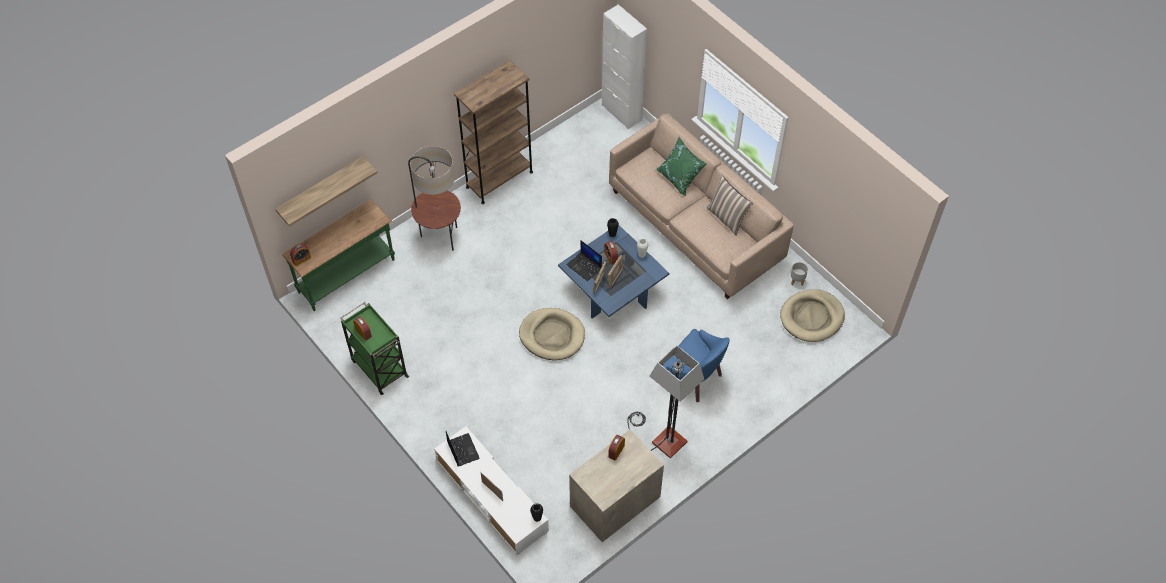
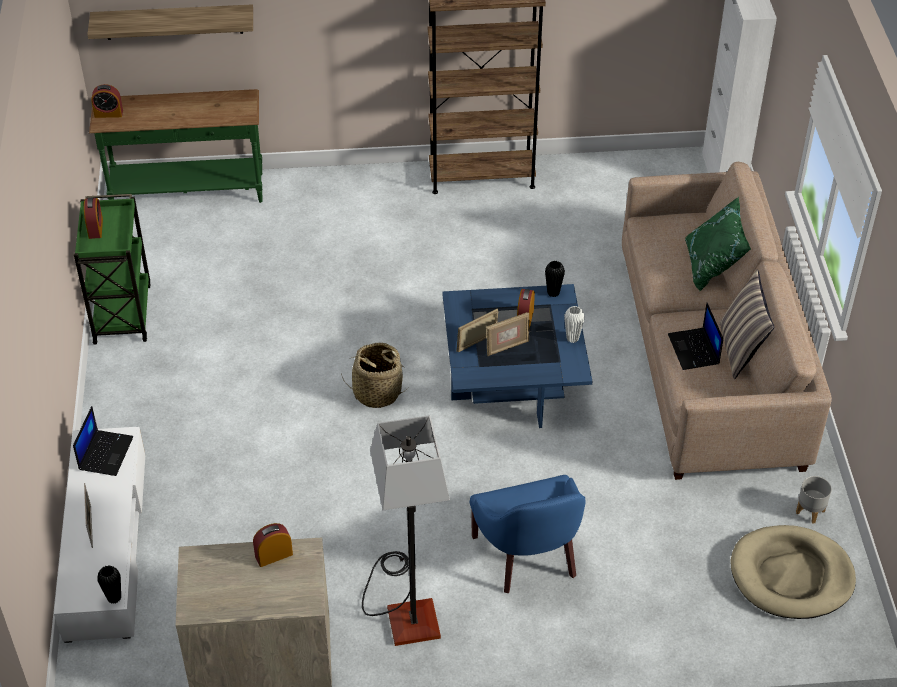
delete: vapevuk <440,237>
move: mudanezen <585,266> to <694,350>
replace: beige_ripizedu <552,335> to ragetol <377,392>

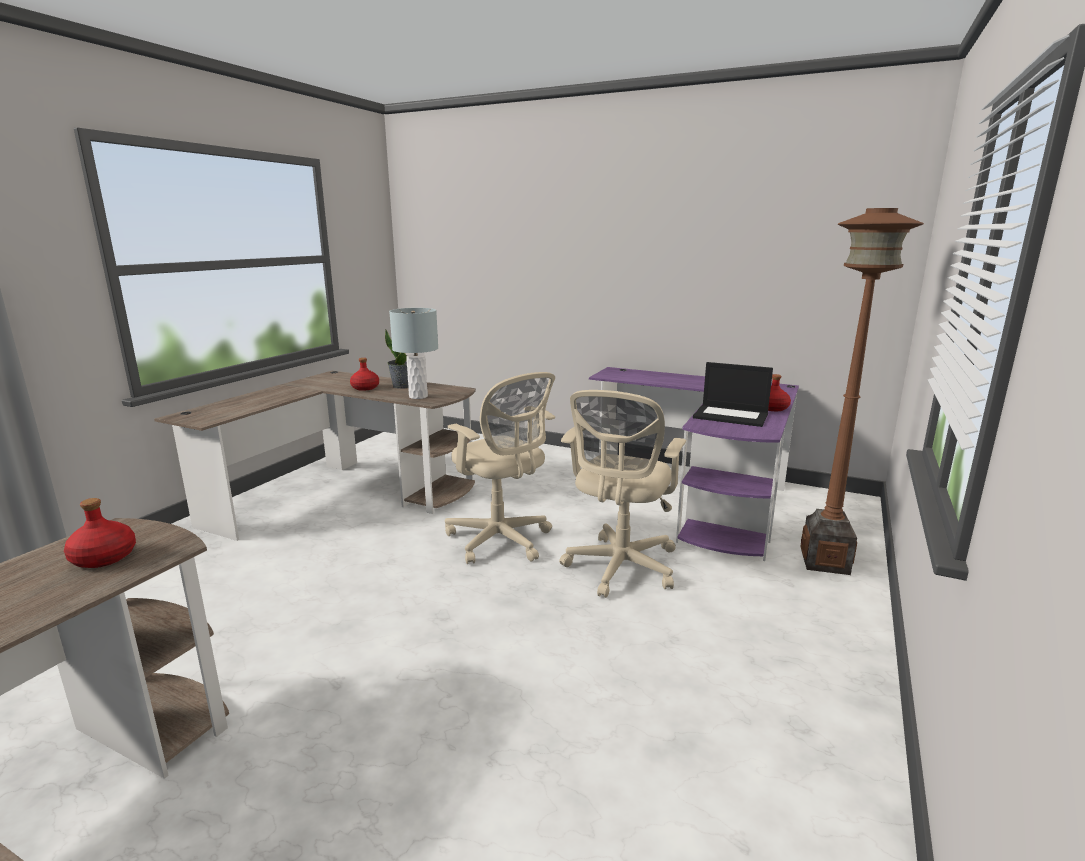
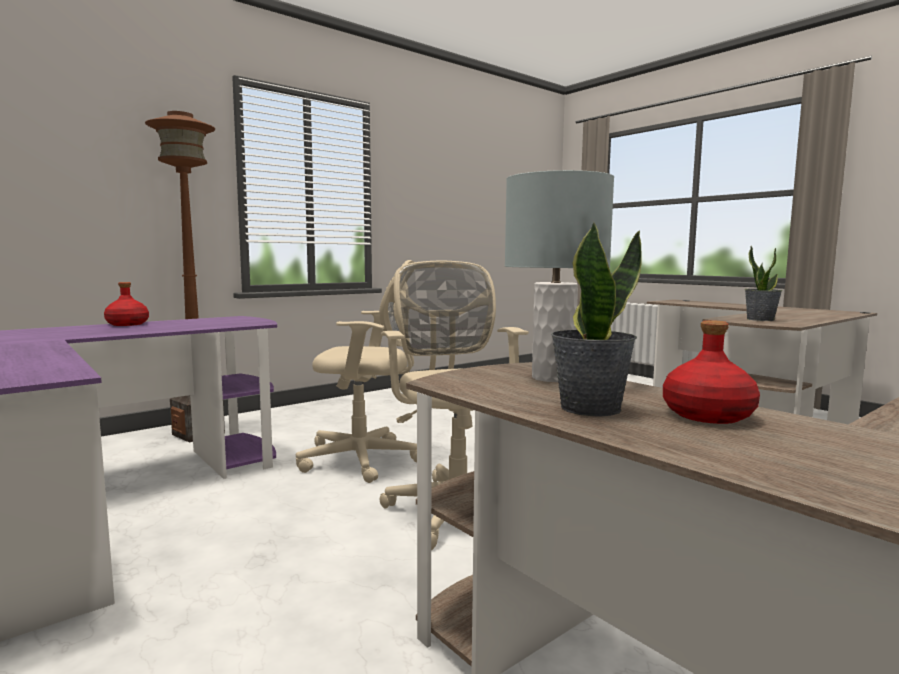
delete: mudanezen <731,416>
replace: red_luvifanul <103,558> to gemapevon <760,319>
rotate: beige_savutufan <619,569> = <365,460> 45 degrees clockwise

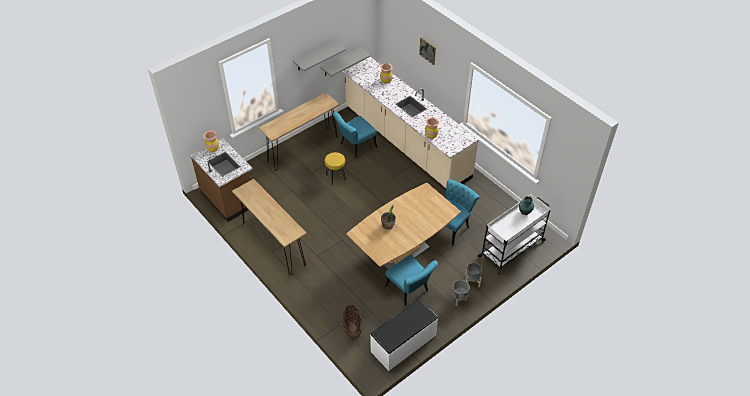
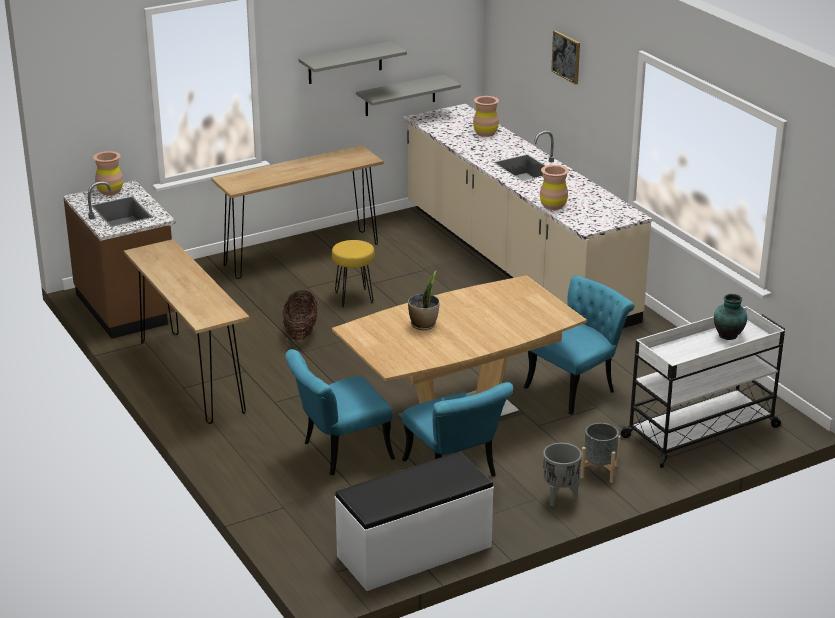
move: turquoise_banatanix <355,147> to <339,453>; ragetol <352,328> to <300,332>

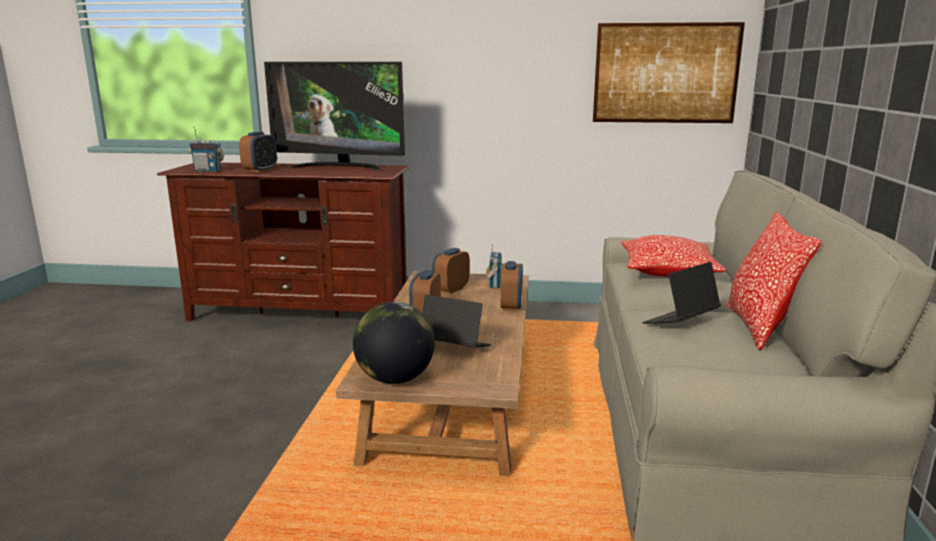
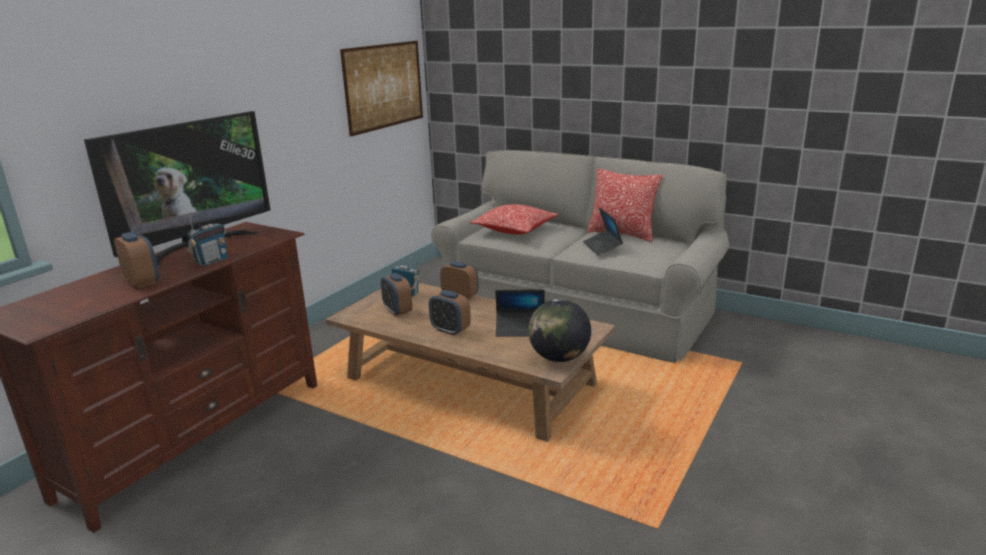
move: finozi <208,170> to <211,261>
rotate: mudanezen <455,347> = <520,329> 135 degrees counterclockwise

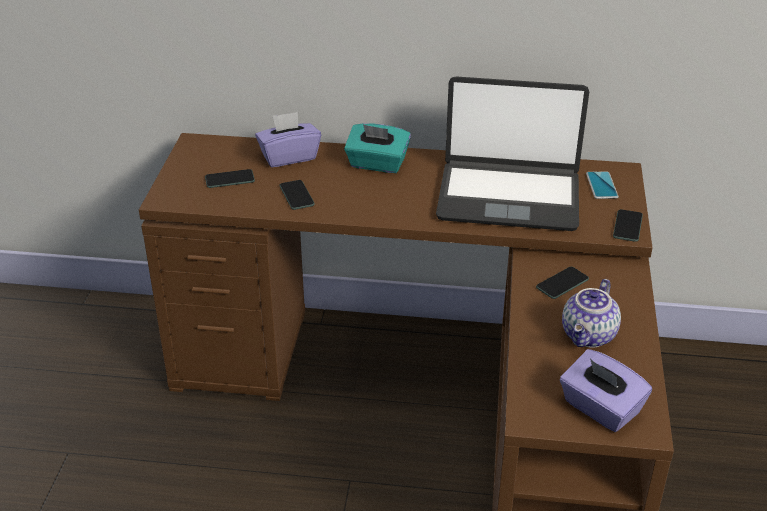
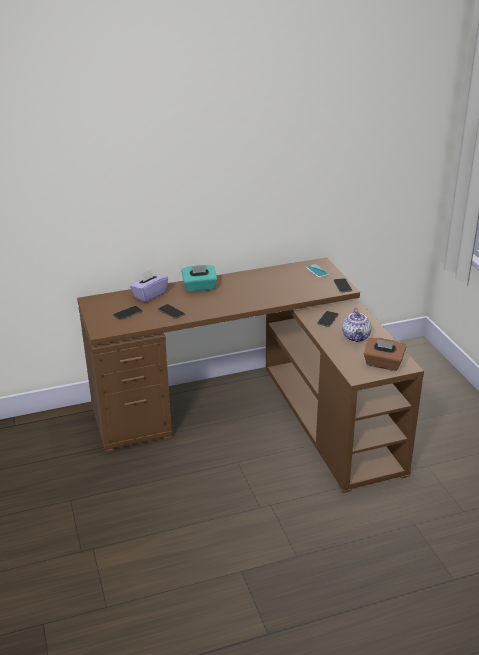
delete: mudanezen <508,197>
recolor: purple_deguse <600,409> to brown_deguse <383,364>

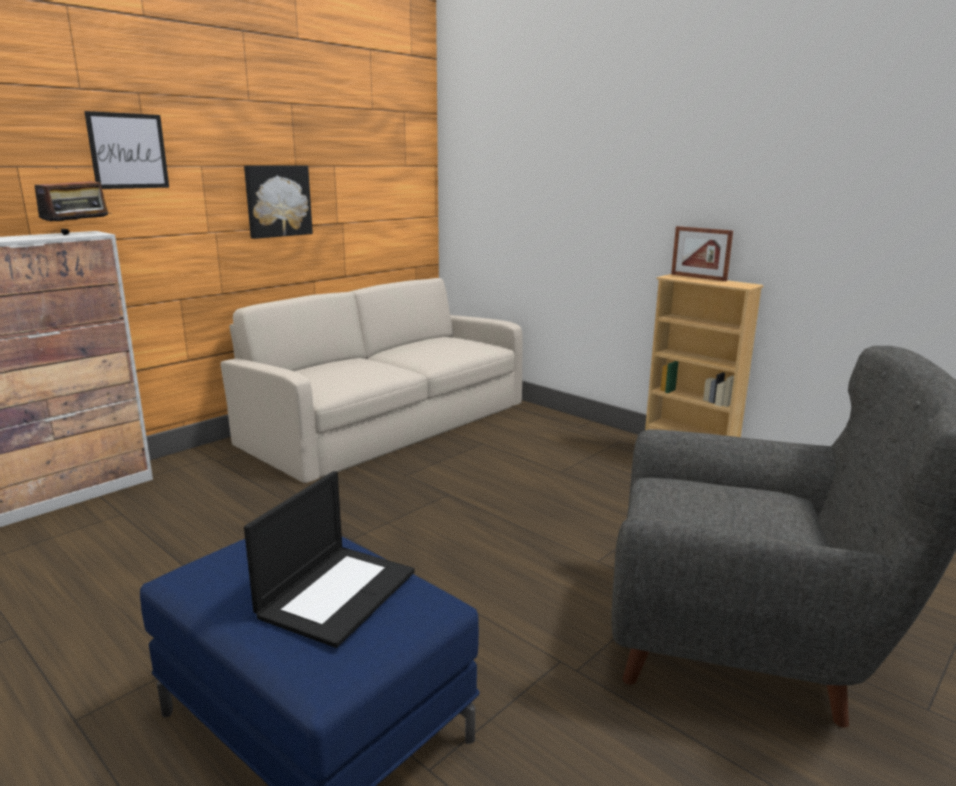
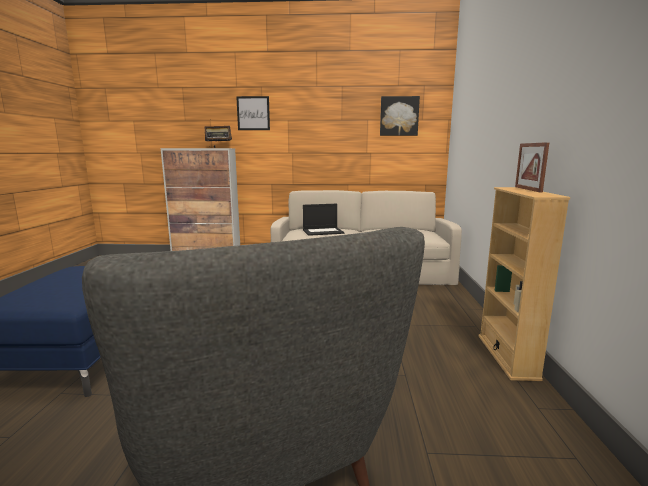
move: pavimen <277,201> to <399,116>; mudanezen <337,592> to <323,231>

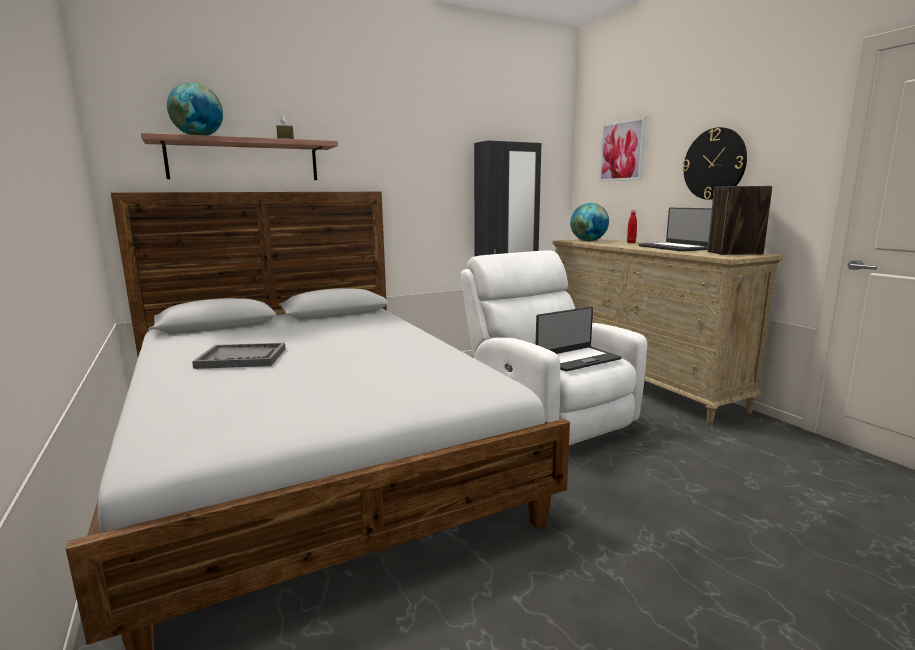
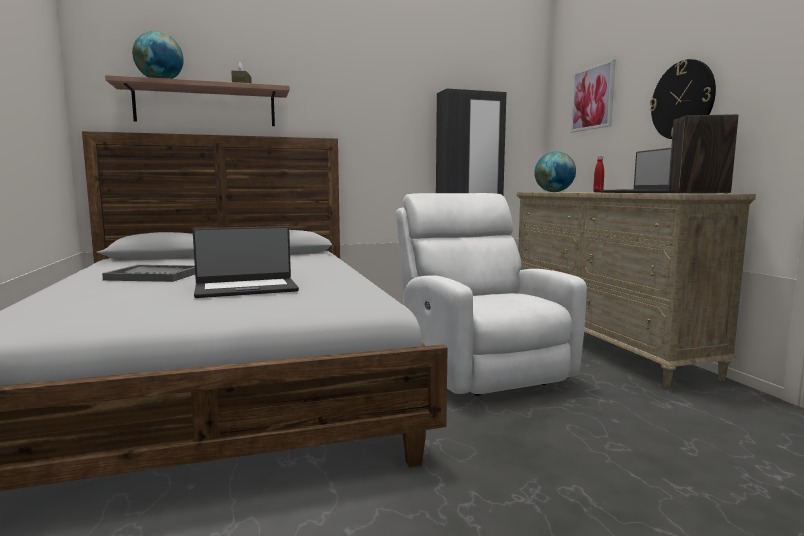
move: mudanezen <577,359> to <246,289>

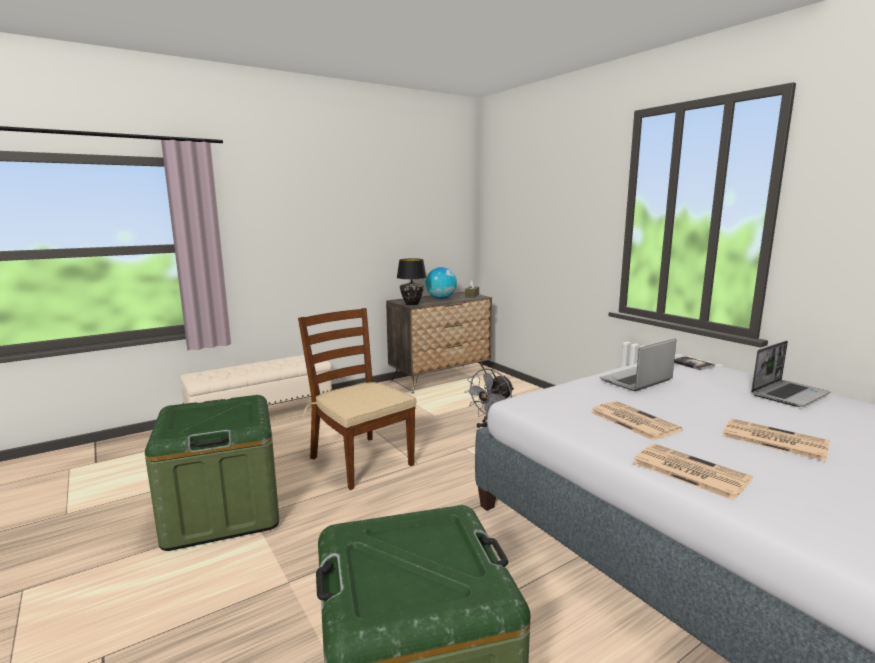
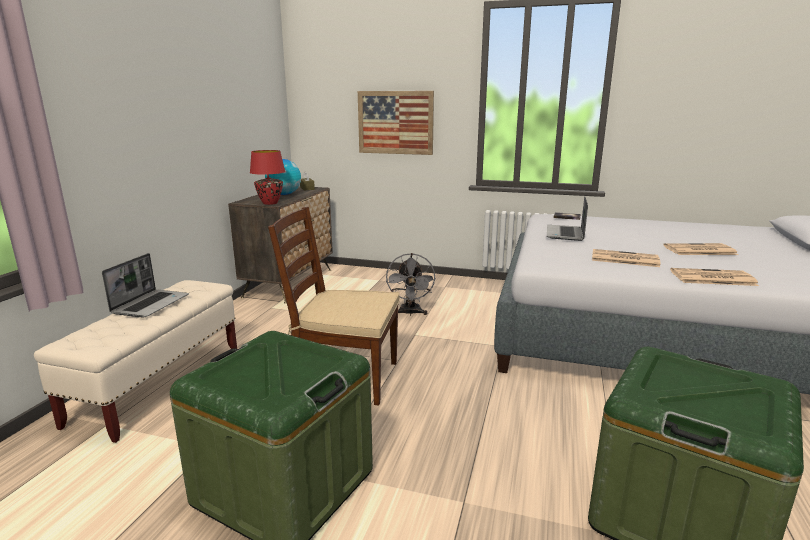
insert: pavimen <395,122>
move: mudanezen <789,394> to <151,304>
recolor: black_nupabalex <411,304> to red_nupabalex <270,203>

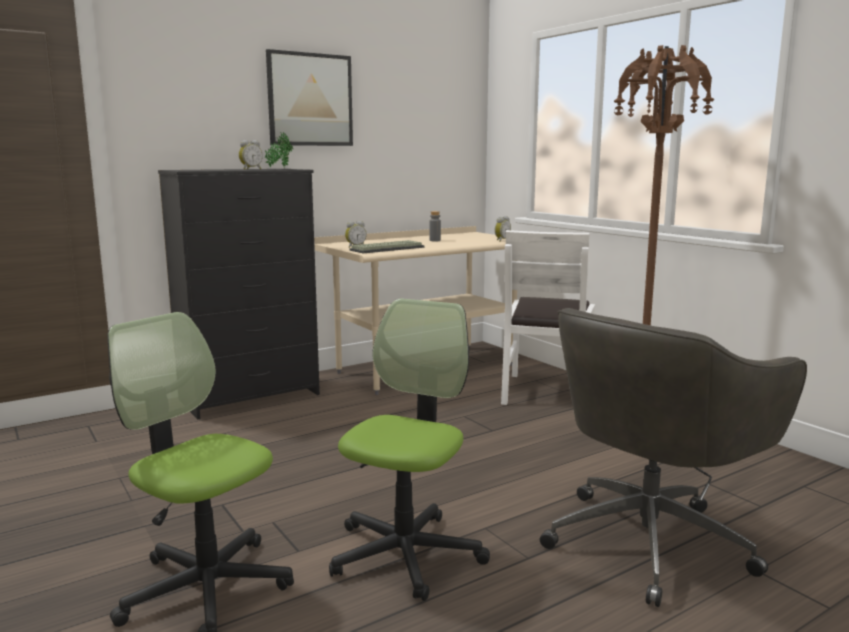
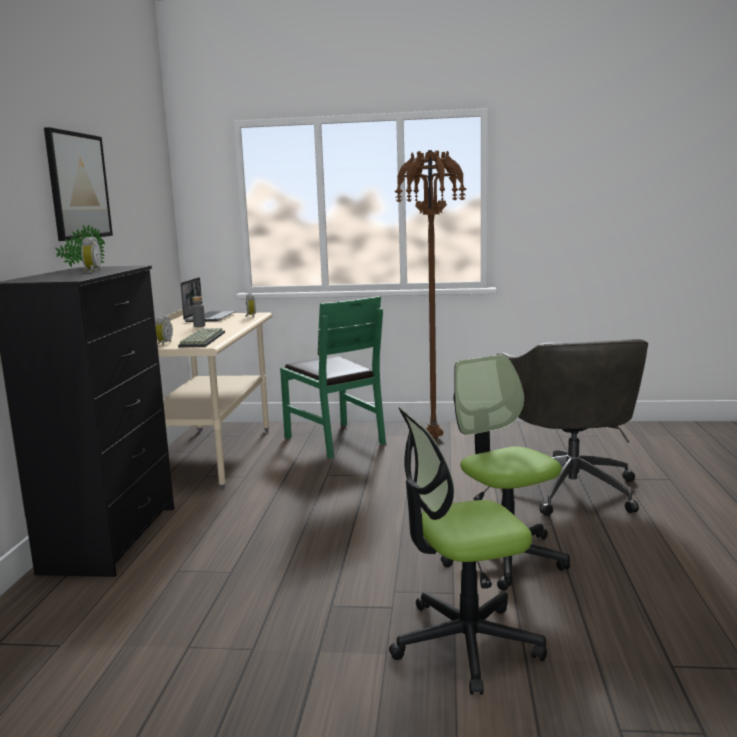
insert: mudanezen <210,317>
recolor: white_banatanix <545,392> to green_banatanix <335,440>

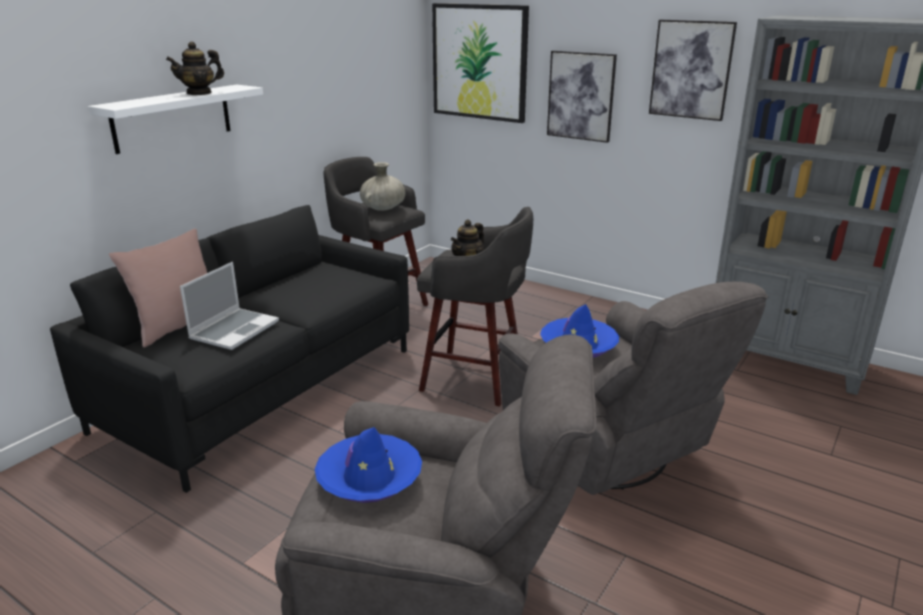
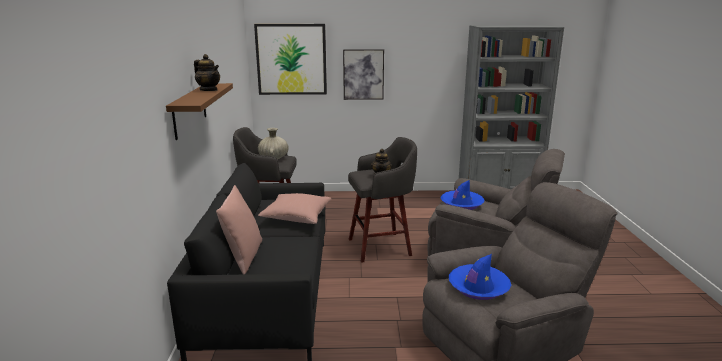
delete: mudanezen <234,330>; pavimen <691,69>
insert: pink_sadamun <296,217>
recolor: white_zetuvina <172,118> to brown_zetuvina <189,110>
rotate: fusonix <199,93> = <209,90> 75 degrees counterclockwise

